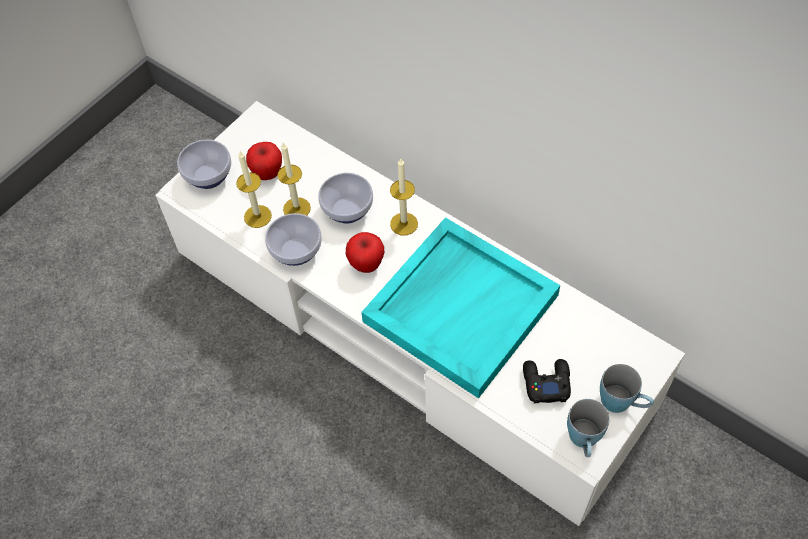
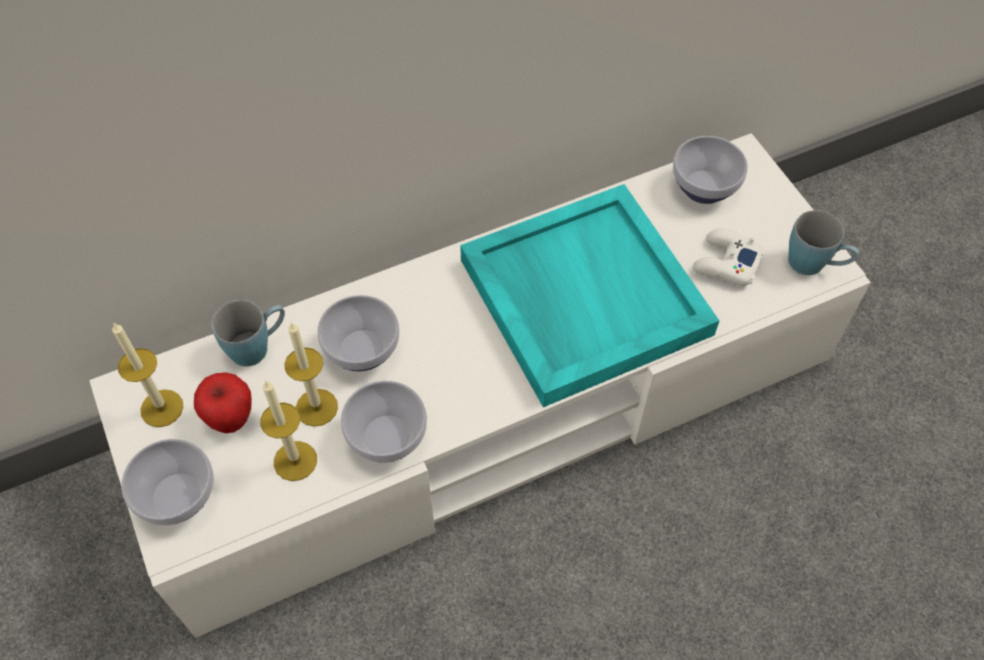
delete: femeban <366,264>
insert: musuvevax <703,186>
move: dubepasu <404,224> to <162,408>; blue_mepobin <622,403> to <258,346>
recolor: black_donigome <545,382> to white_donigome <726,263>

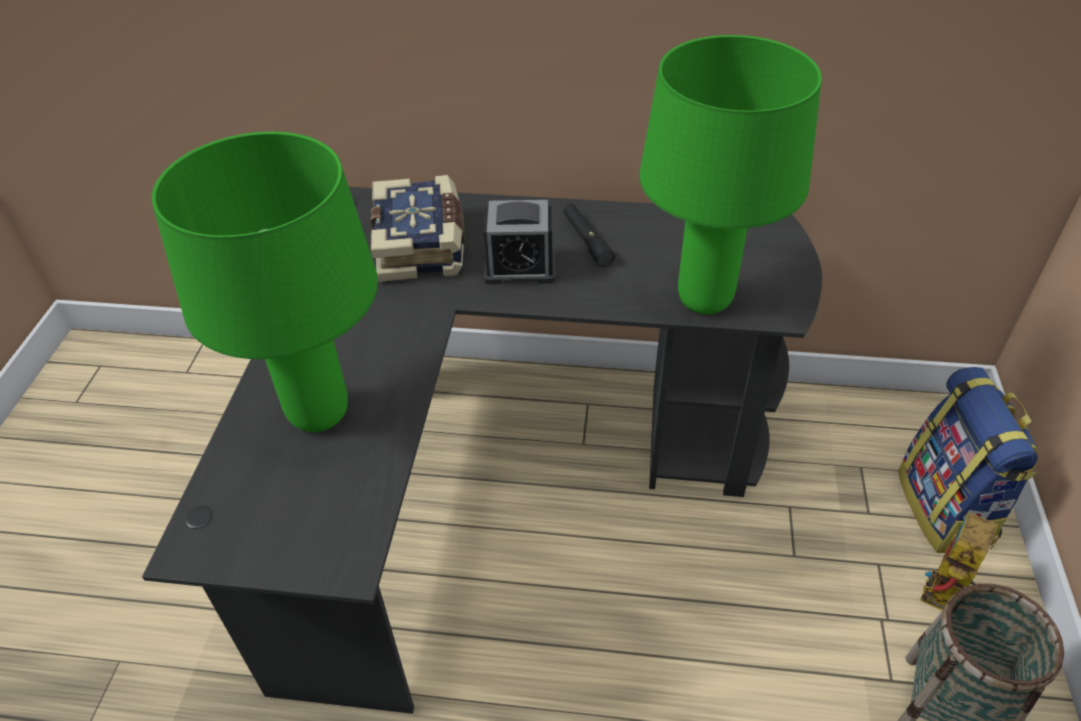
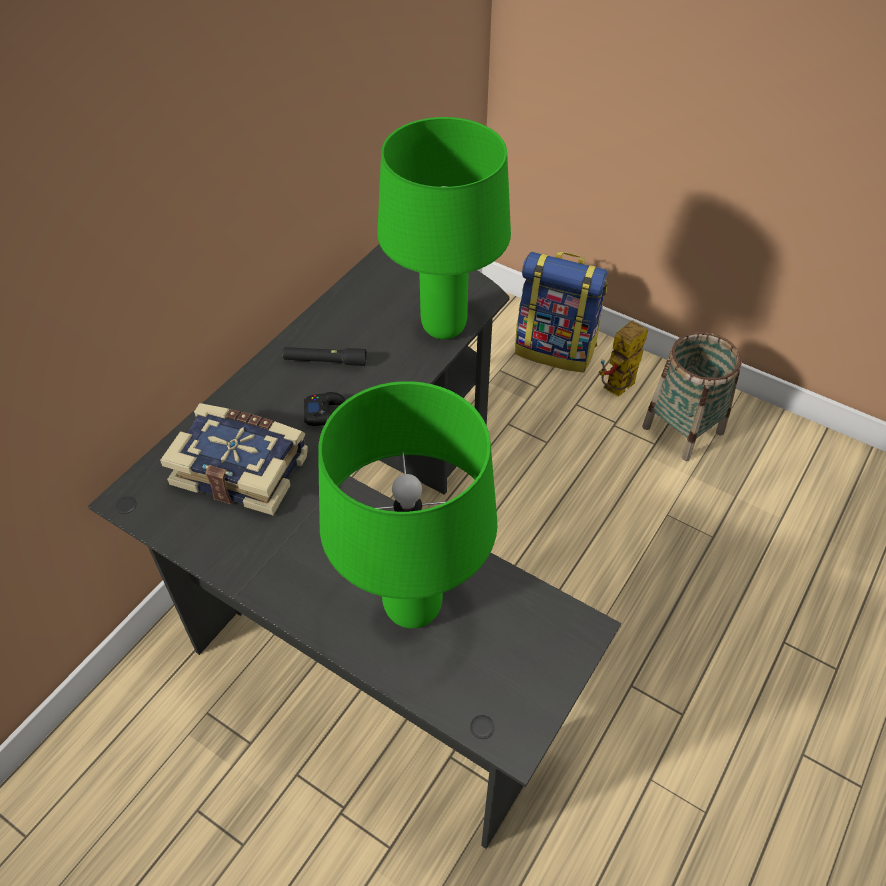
replace: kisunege <520,267> to black_donigome <326,414>
rotate: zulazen <942,602> = <617,391> 75 degrees clockwise

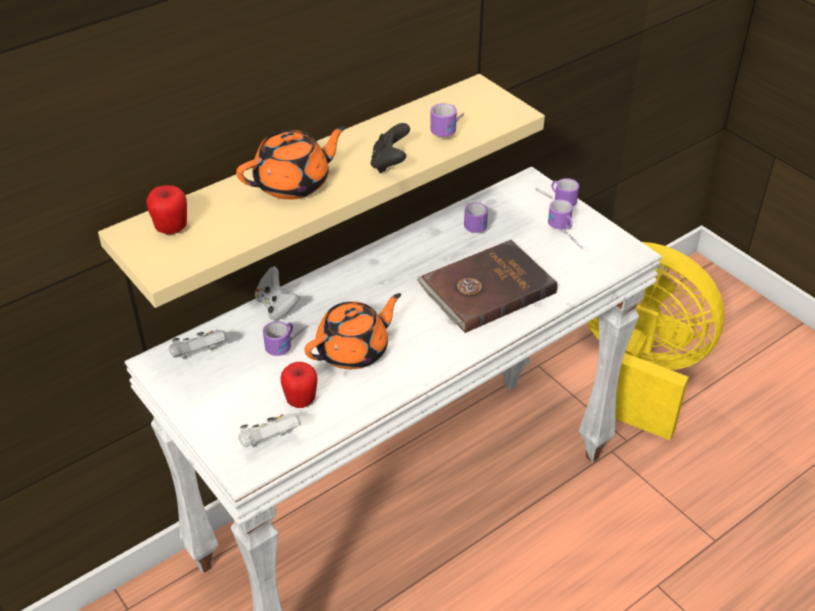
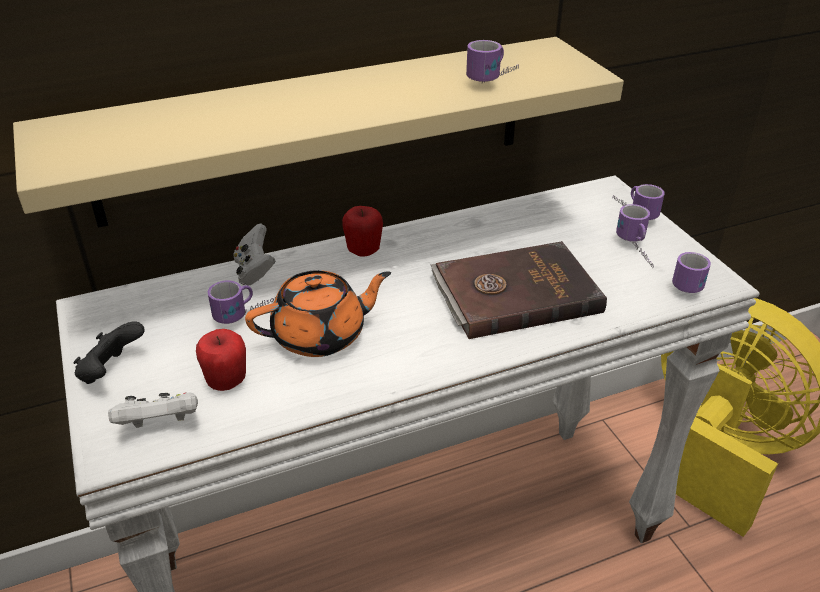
delete: white_donigome <198,355>; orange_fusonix <294,183>
move: femeban <171,229> to <363,252>; black_donigome <390,163> to <111,371>; mepobin <478,223> to <691,282>

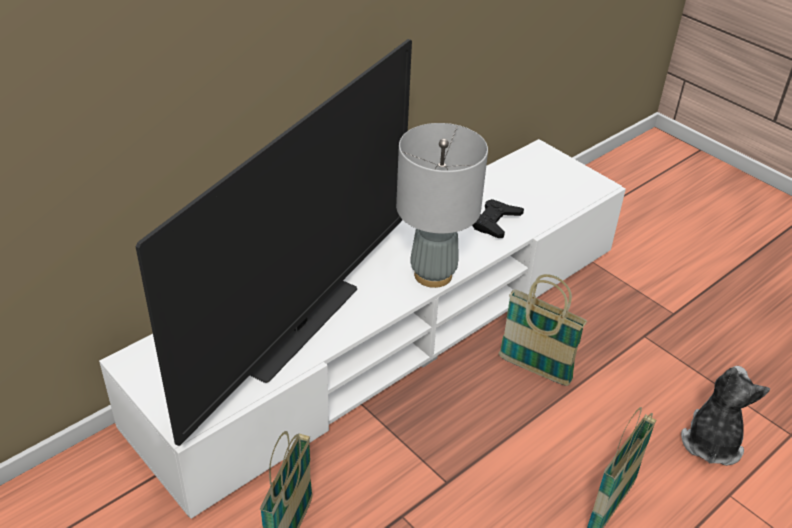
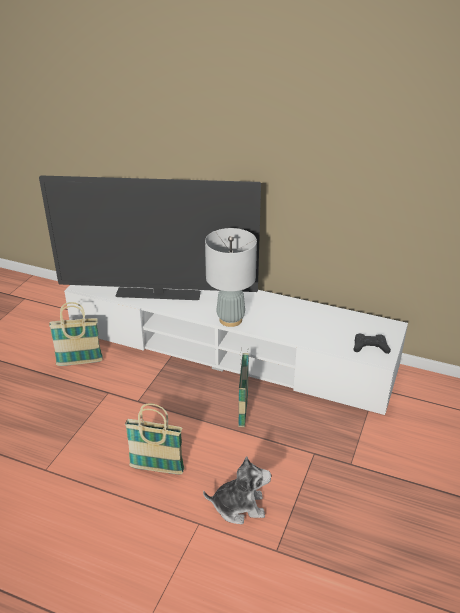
move: black_donigome <495,222> to <370,347>

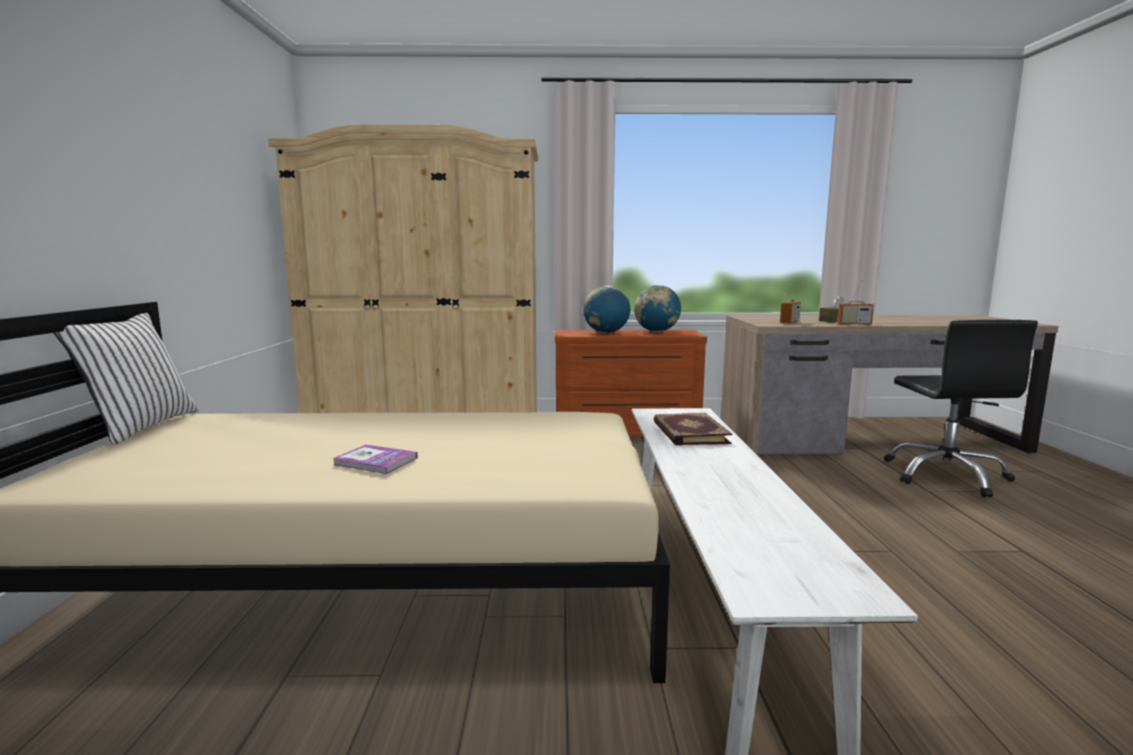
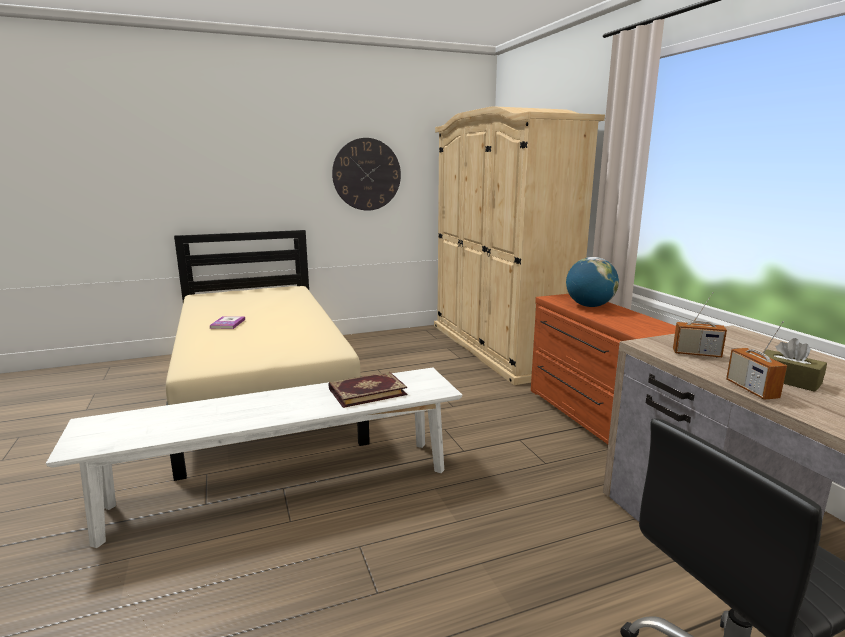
delete: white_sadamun <140,427>; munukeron <656,331>
insert: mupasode <366,174>

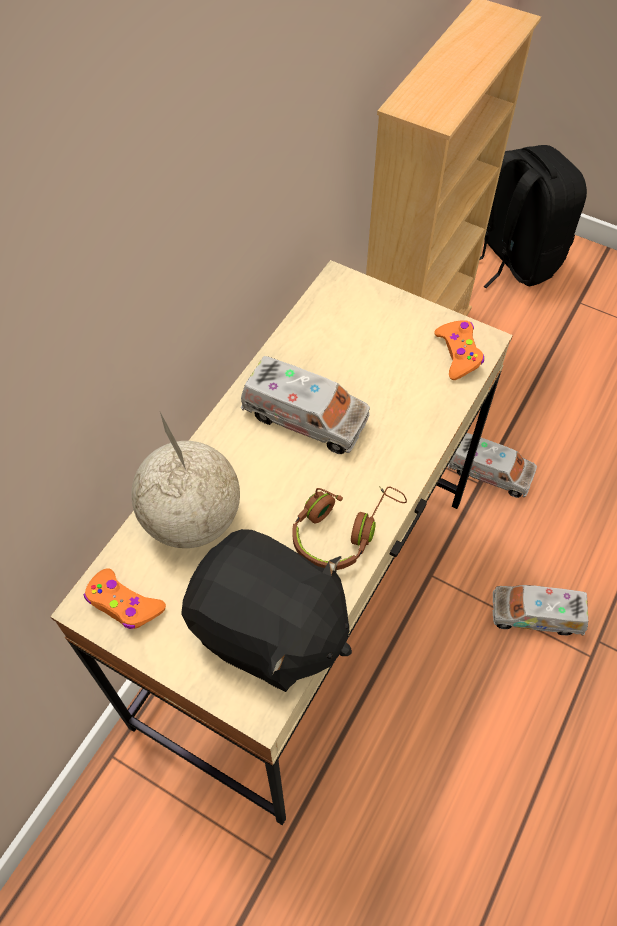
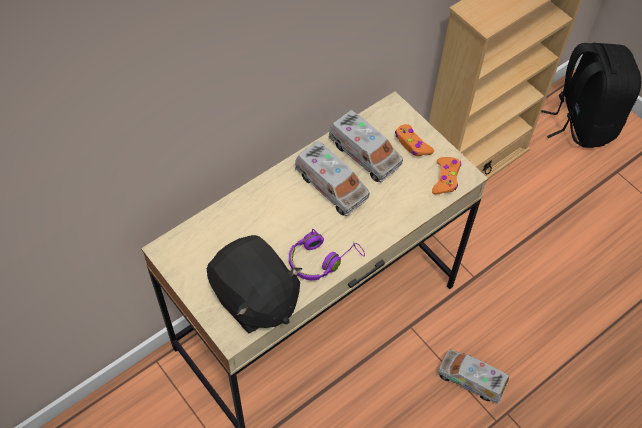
delete: munukeron <193,518>
move: orange_donigome <124,604> to <412,144>; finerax <490,472> to <364,154>
recolor: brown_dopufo <343,530> to purple_dopufo <322,259>

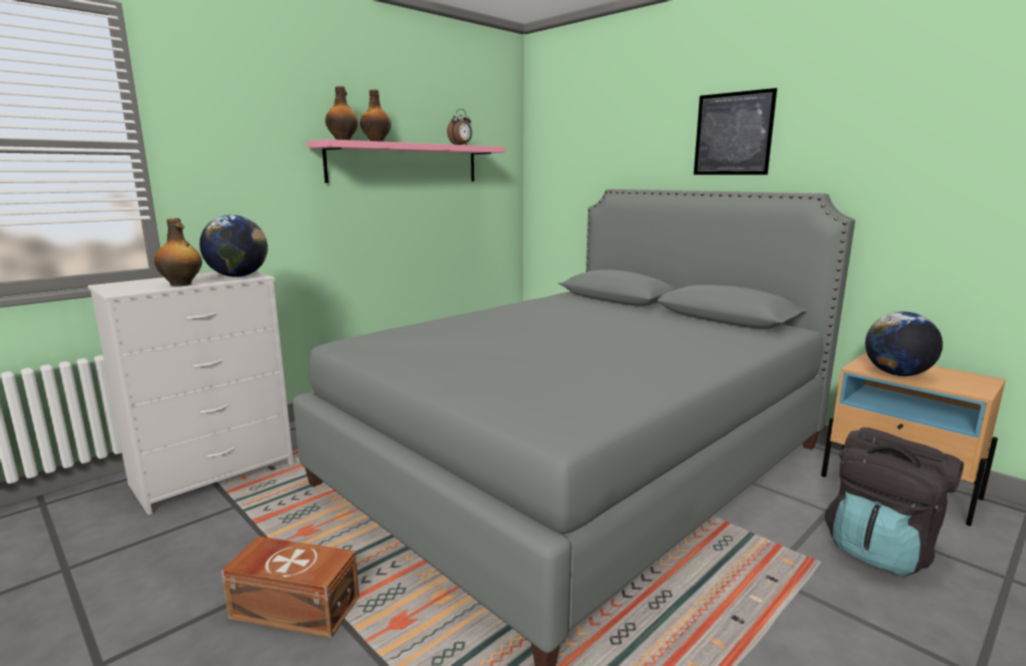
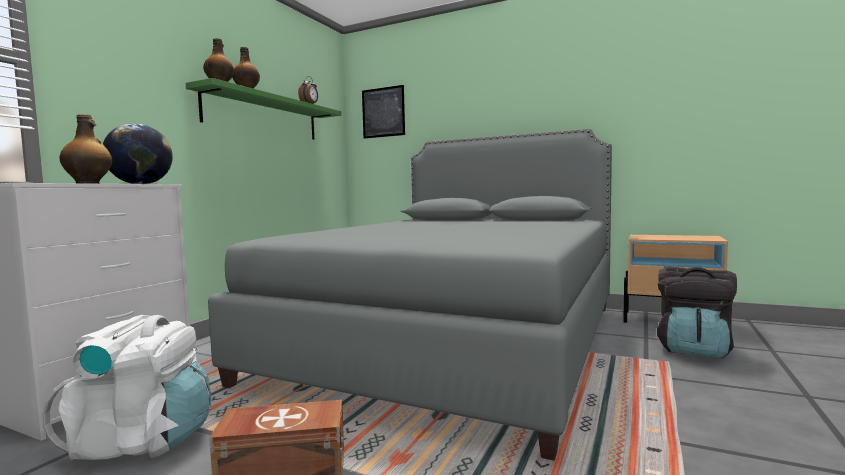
delete: munukeron <897,374>
insert: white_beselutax <142,441>
move: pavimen <733,134> to <383,112>
recolor: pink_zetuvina <405,163> to green_zetuvina <264,116>

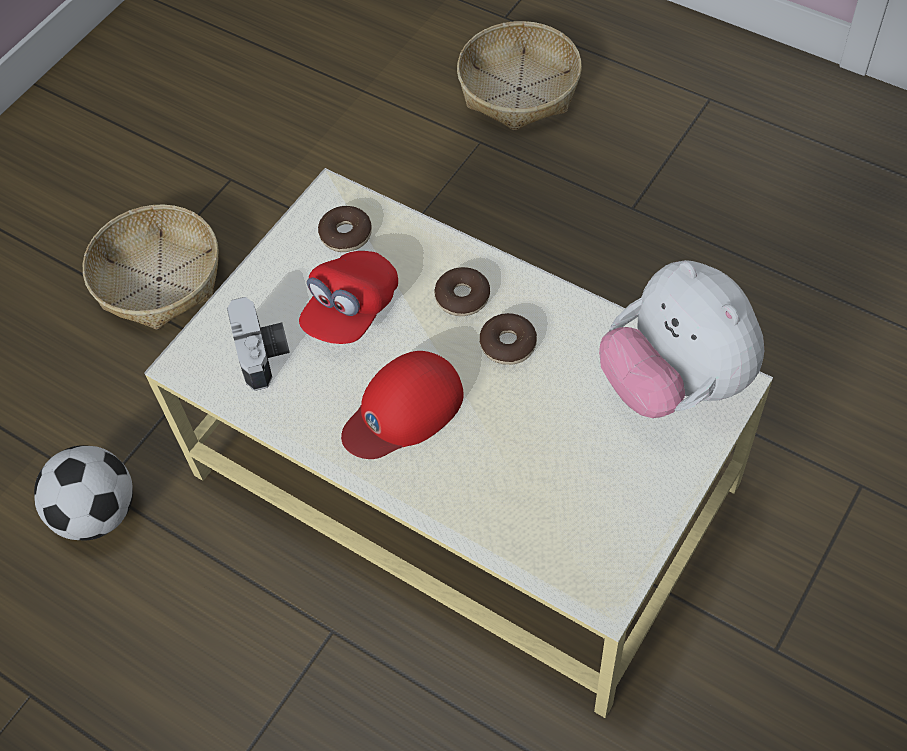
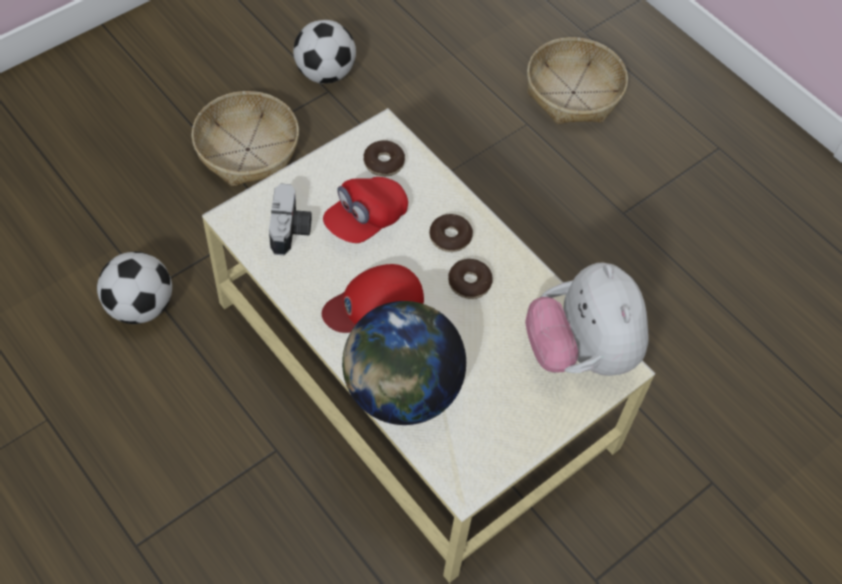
insert: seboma <325,73>; munukeron <401,391>

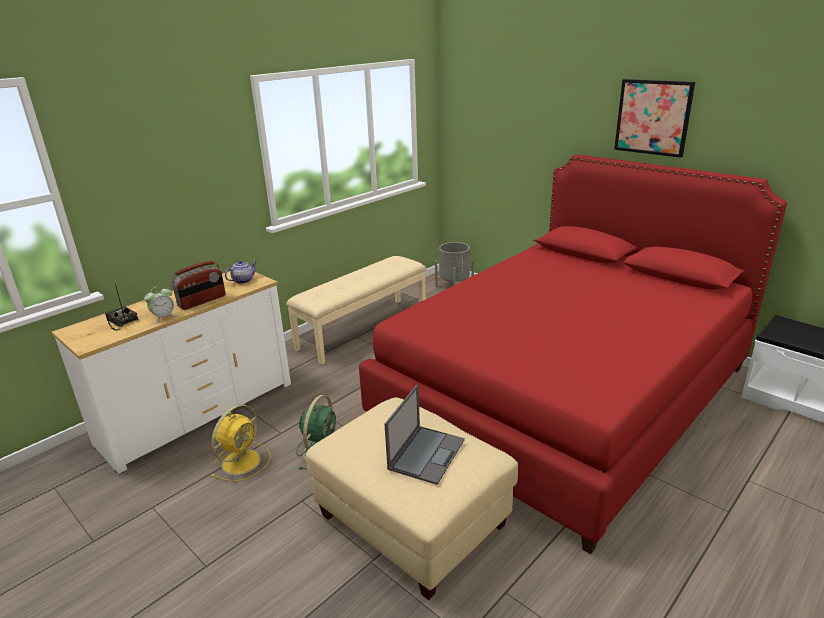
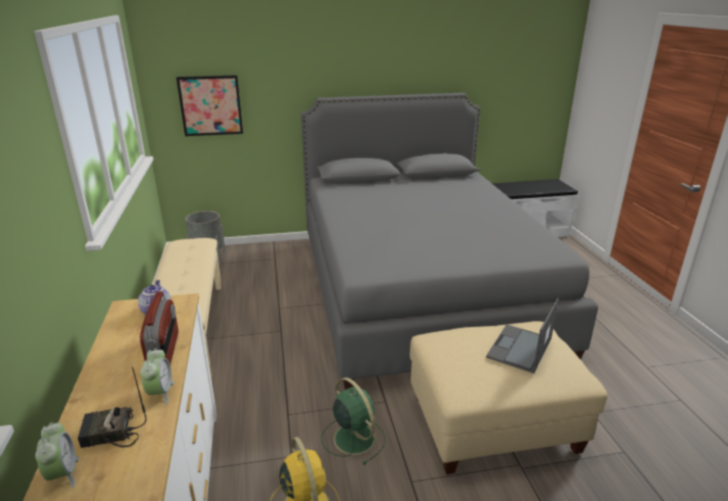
insert: kisunege <63,474>
move: pavimen <653,117> to <210,105>
recolor: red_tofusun <564,394> to grey_tofusun <419,290>
rotate: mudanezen <427,453> = <519,349> 120 degrees counterclockwise

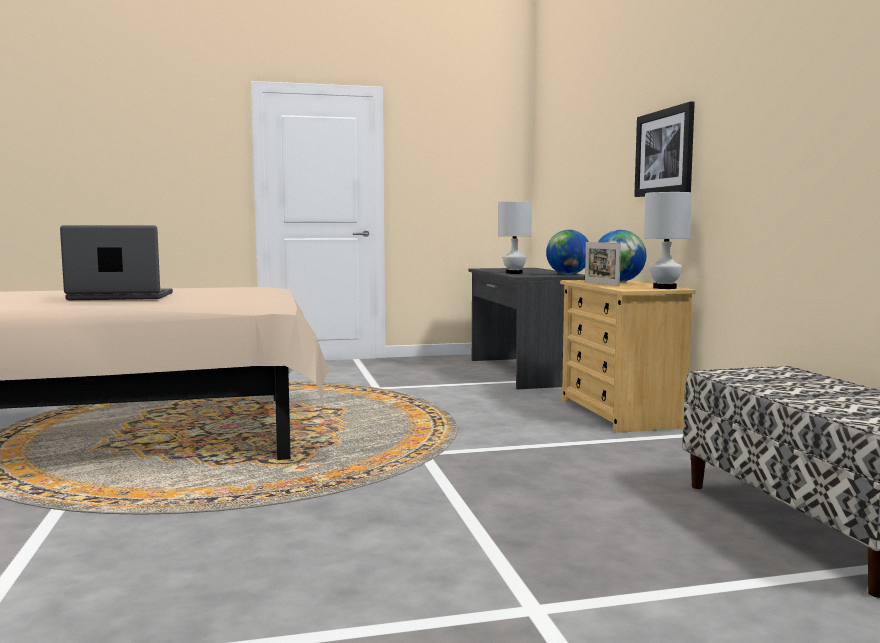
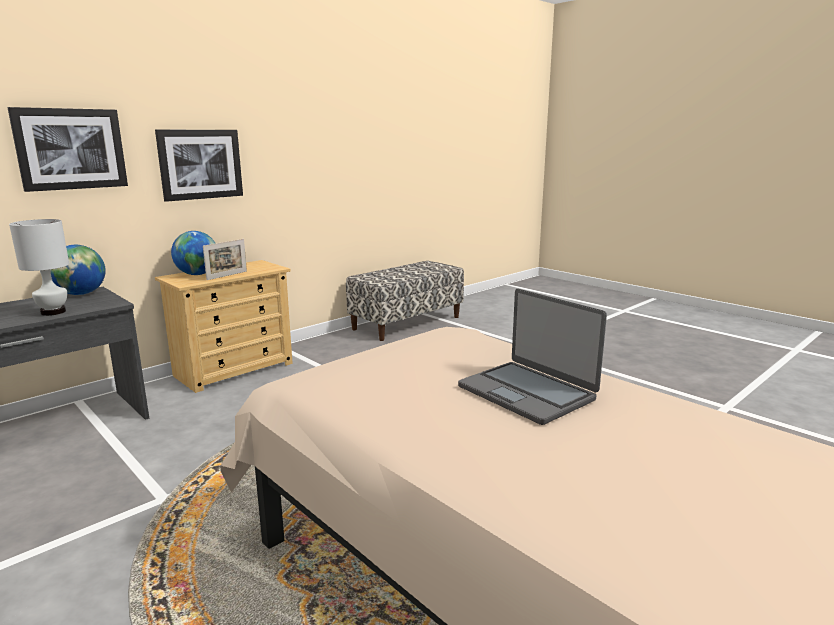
delete: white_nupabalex <664,288>
insert: pavimen <71,149>

